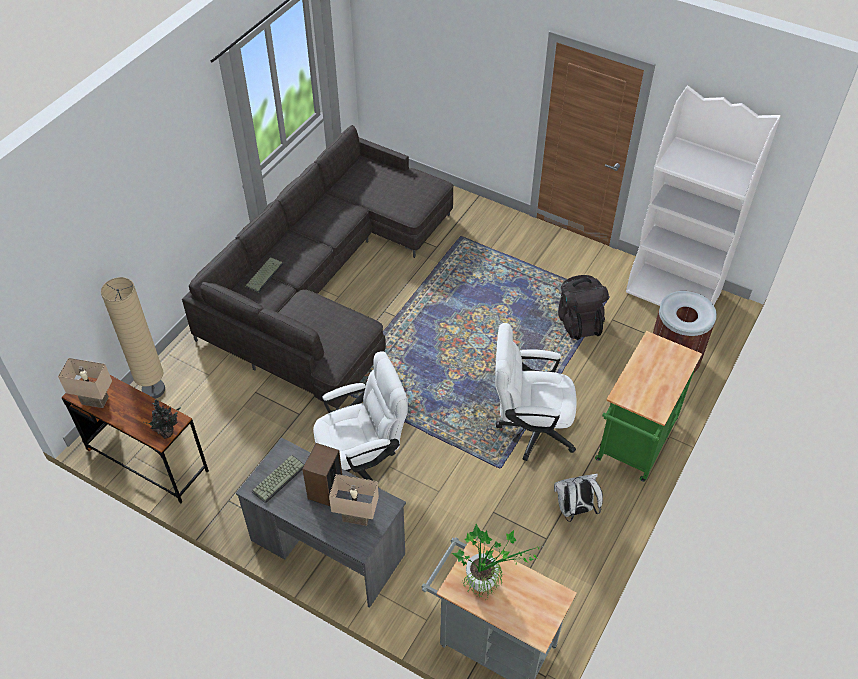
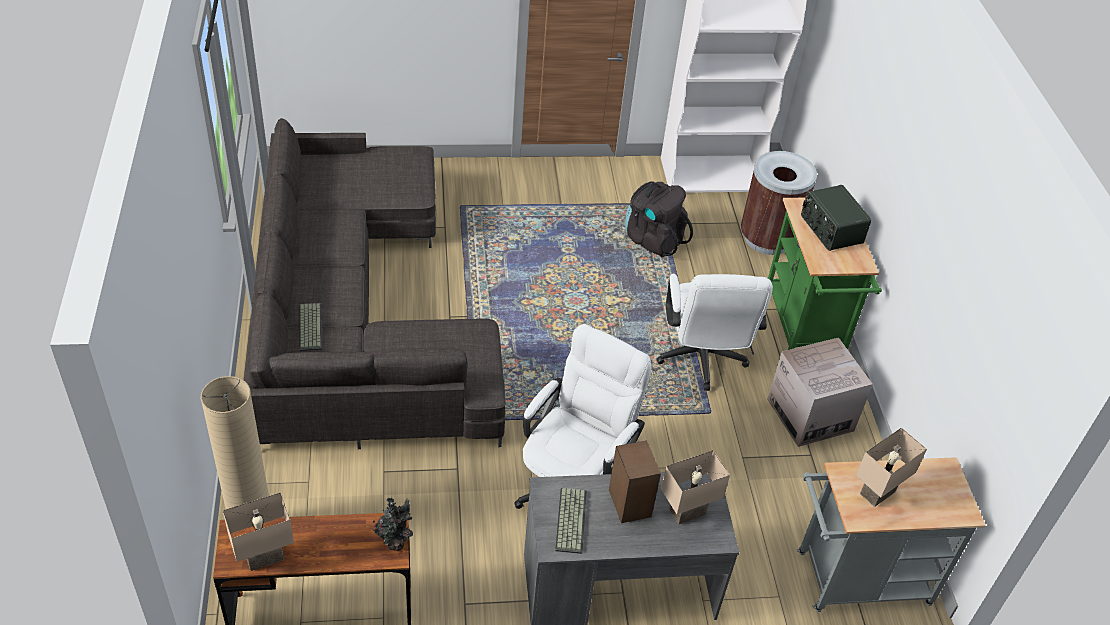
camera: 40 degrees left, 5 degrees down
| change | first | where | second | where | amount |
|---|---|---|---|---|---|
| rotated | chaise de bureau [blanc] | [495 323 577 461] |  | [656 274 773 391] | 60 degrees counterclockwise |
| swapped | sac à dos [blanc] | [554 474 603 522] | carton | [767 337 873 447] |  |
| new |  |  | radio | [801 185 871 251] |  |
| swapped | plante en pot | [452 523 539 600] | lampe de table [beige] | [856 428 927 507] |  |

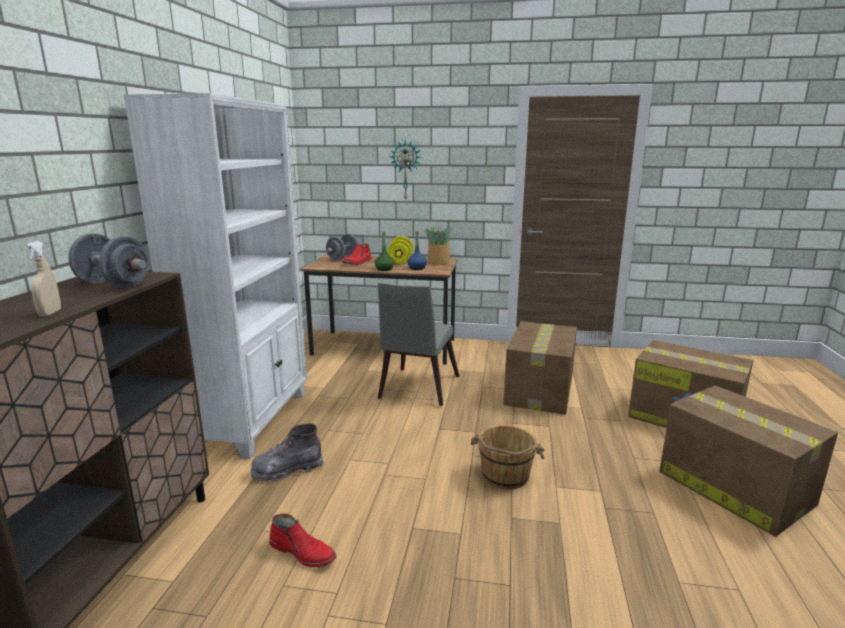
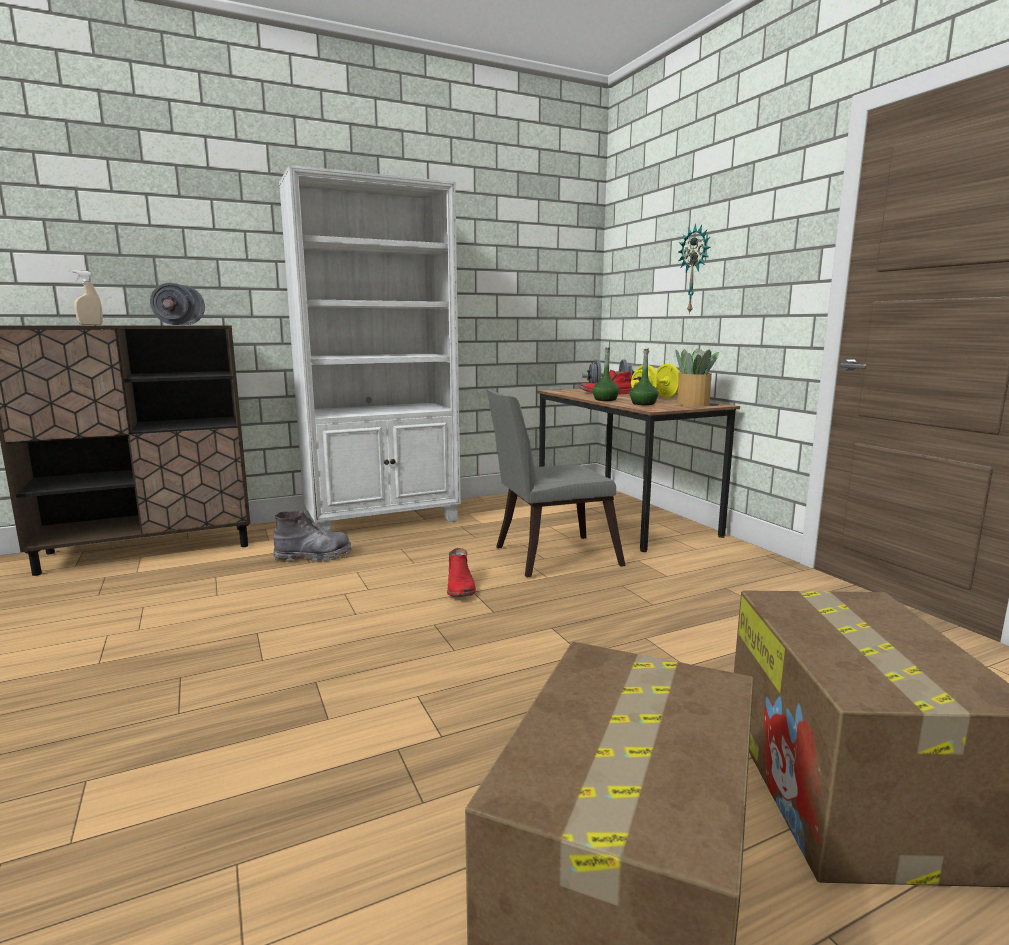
camera: 55 degrees right, 5 degrees down
| change | first | where | second | where | amount |
|---|---|---|---|---|---|
| rotated | botte [gris] | [251 423 324 482] |  | [273 511 352 562] | 135 degrees clockwise |
| shifted | botte [rouge] | [269 513 336 567] |  | [447 548 476 597] |  |
| repainted | bouteille [bleu] | [408 231 427 270] | bouteille [vert] | [630 349 659 405] |  |
| gone | seau [marron] | [470 425 545 489] |  |  |  |
| gone | carton | [504 321 577 415] |  |  |  |

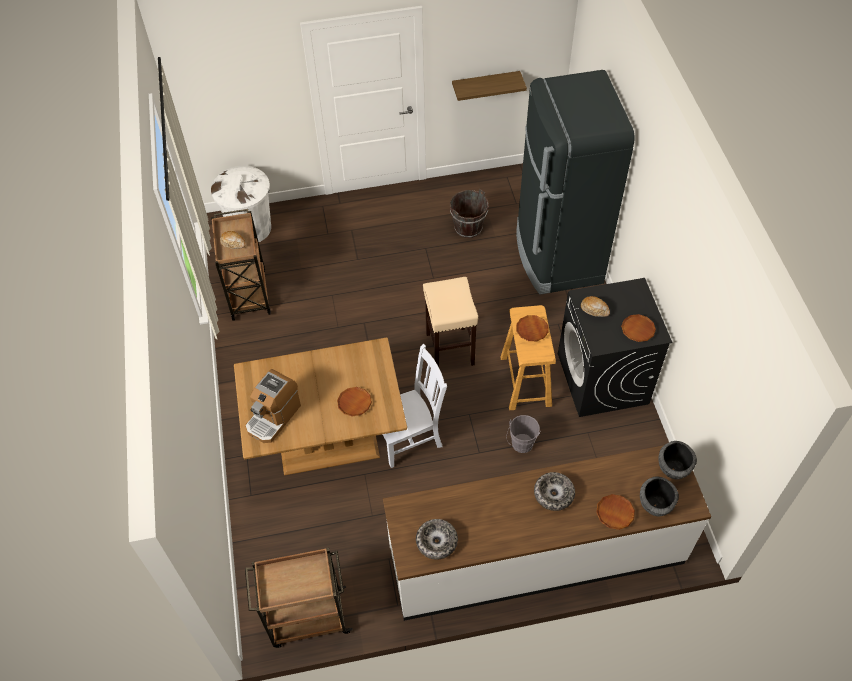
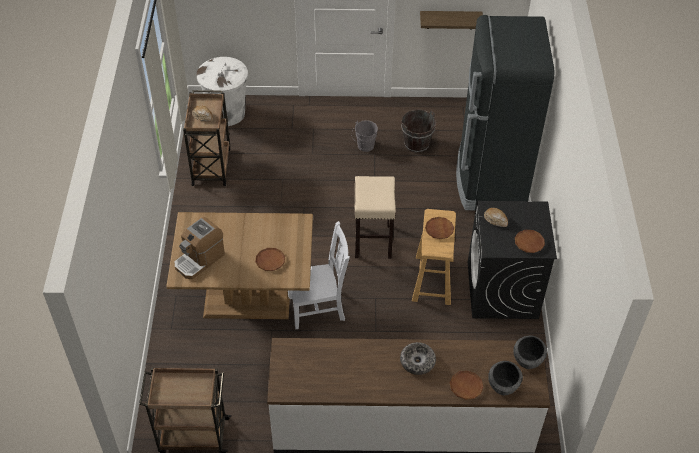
camera: 10 degrees right, 5 degrees down
| change | first | where | second | where | amount |
|---|---|---|---|---|---|
| shifted | seau [gris] | [506 415 541 453] |  | [351 120 378 152] |  |
| gone | bol | [416 519 458 560] |  |  |  |

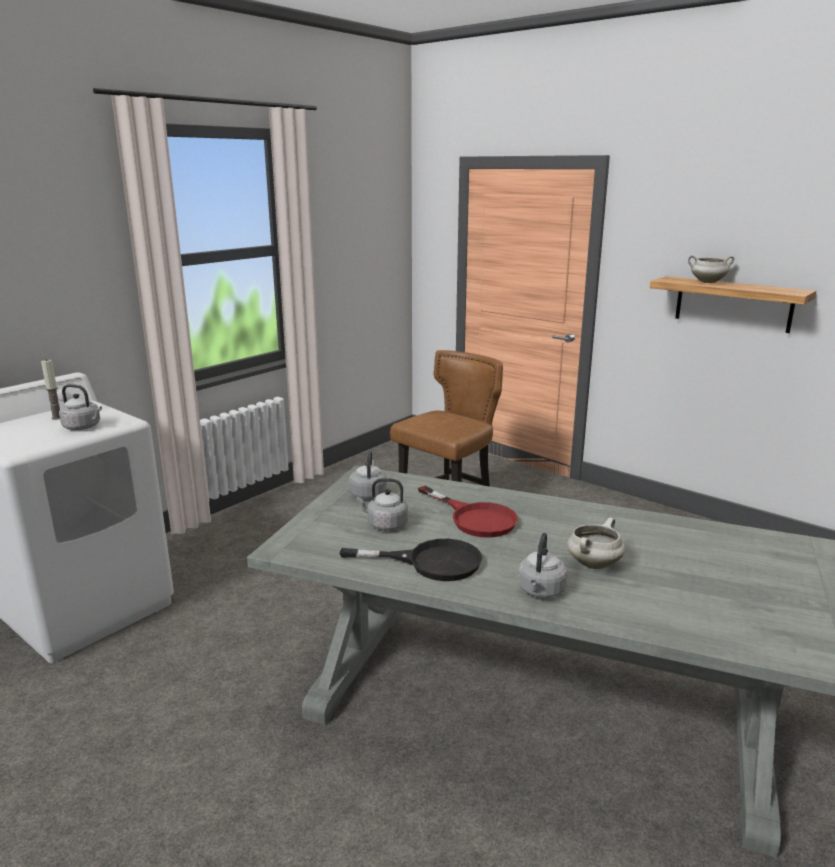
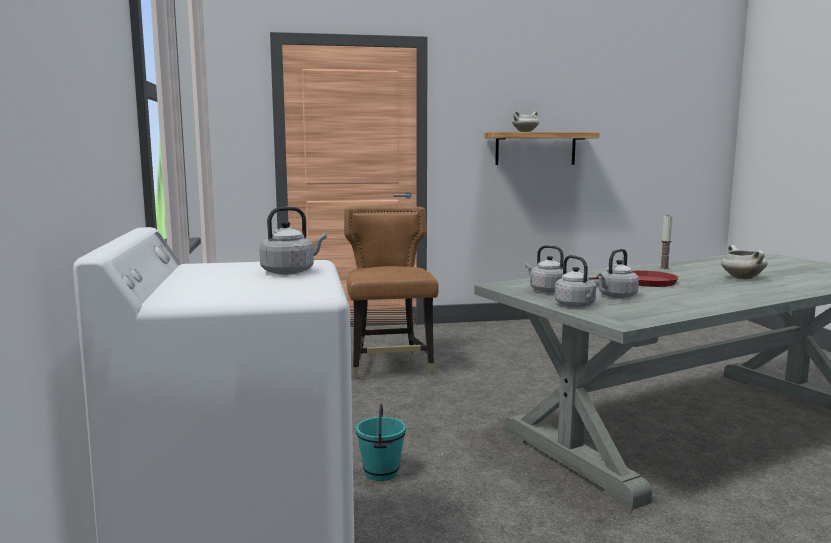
camera: 50 degrees left, 10 degrees down
| change | first | where | second | where | amount |
|---|---|---|---|---|---|
| new |  |  | seau [turquoise] | [356 404 406 481] |  |
| shifted | bouilloire [gris] | [518 533 567 598] |  | [555 255 599 307] |  |
| shifted | bougie | [41 359 60 420] |  | [660 214 673 269] |  |
| gone | poêle [noir] | [340 539 482 581] |  |  |  |

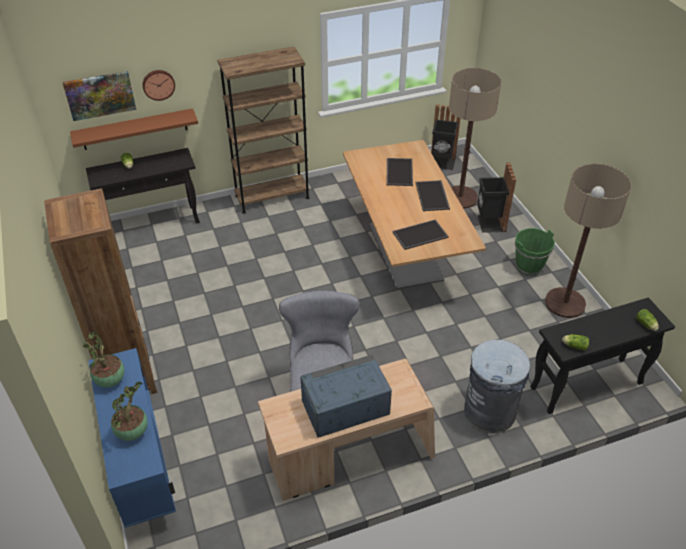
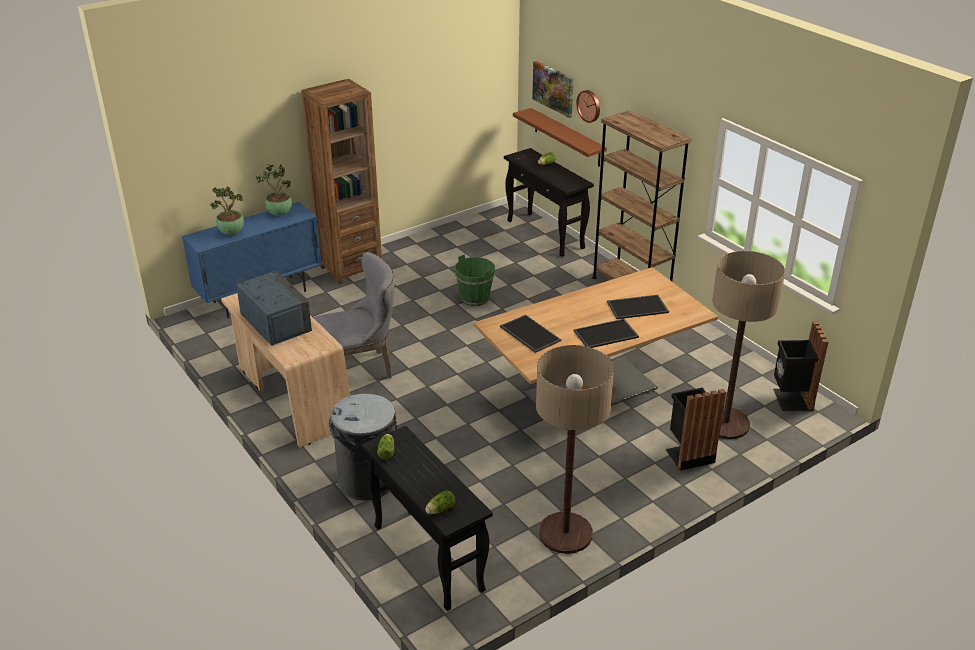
camera: 75 degrees right, 10 degrees down
| change | first | where | second | where | amount |
|---|---|---|---|---|---|
| shifted | seau [vert] | [515 228 555 275] |  | [454 255 495 306] |  |

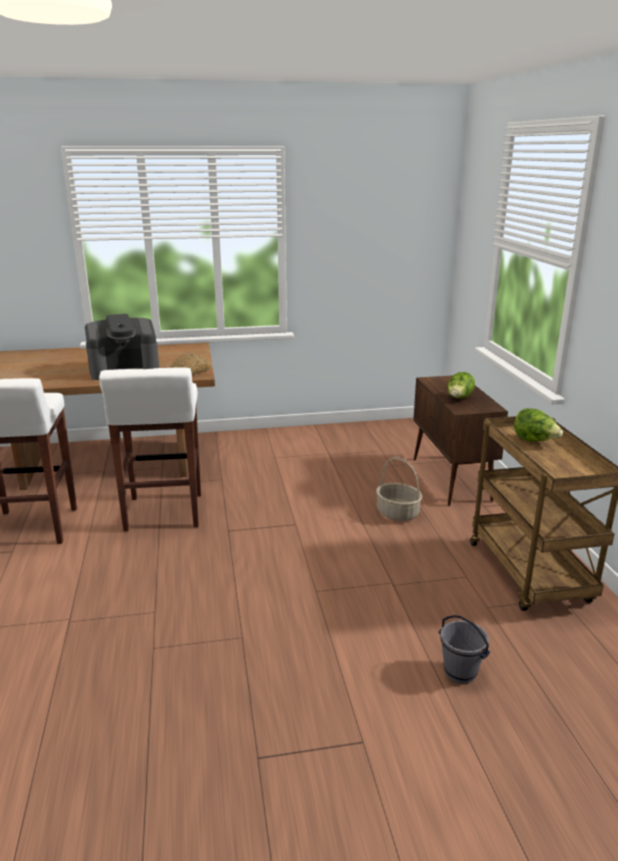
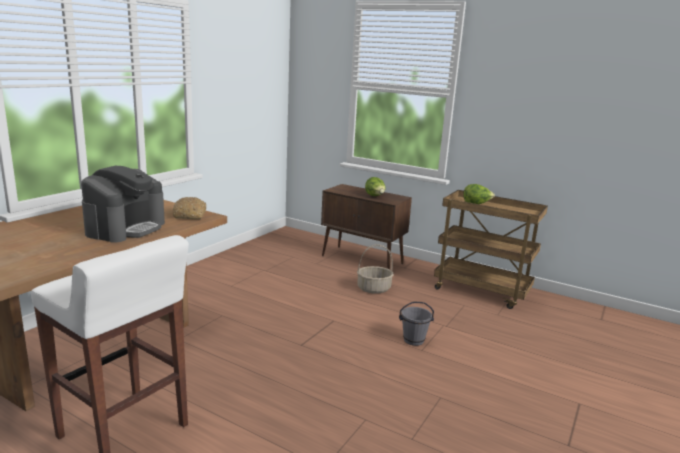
camera: 50 degrees left, 5 degrees down
| change | first | where | second | where | amount |
|---|---|---|---|---|---|
| shifted | seau [gris] | [439 615 490 684] |  | [399 302 434 346] |  |
| gone | tabouret [blanc] | [99 368 201 531] |  |  |  |

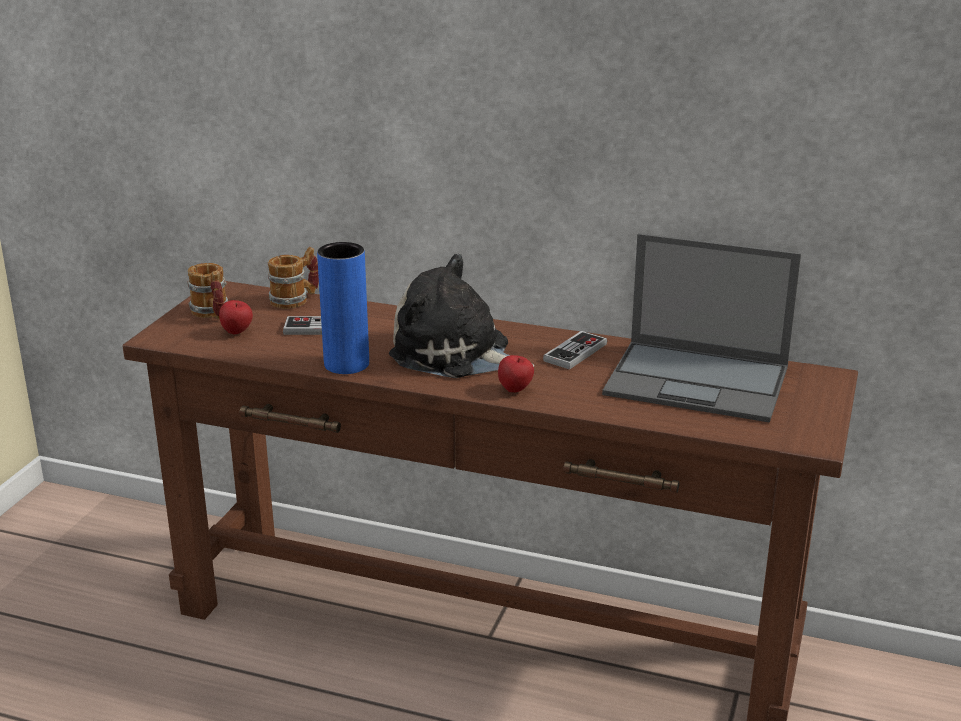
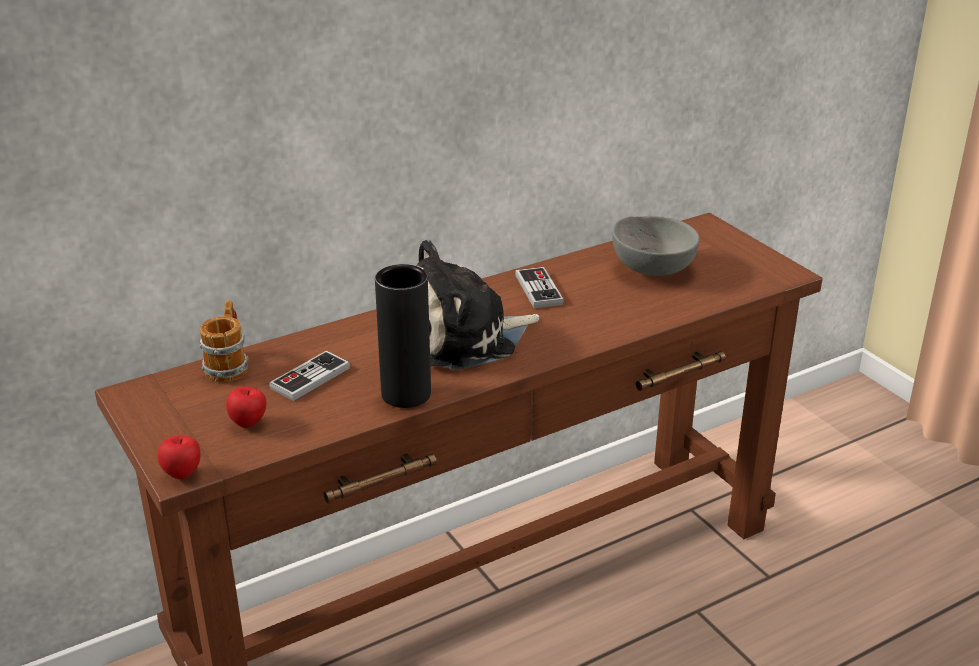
camera: 50 degrees left, 5 degrees up
| change | first | where | second | where | amount |
|---|---|---|---|---|---|
| shifted | pomme | [498 355 534 393] |  | [158 435 200 479] |  |
| repainted | vase [bleu] | [317 242 369 374] | vase [noir] | [375 264 431 408] |  |
| swapped | ordinateur portable | [602 233 801 423] | bol [gris] | [612 216 700 276] |  |
| gone | mug | [187 263 228 319] |  |  |  |

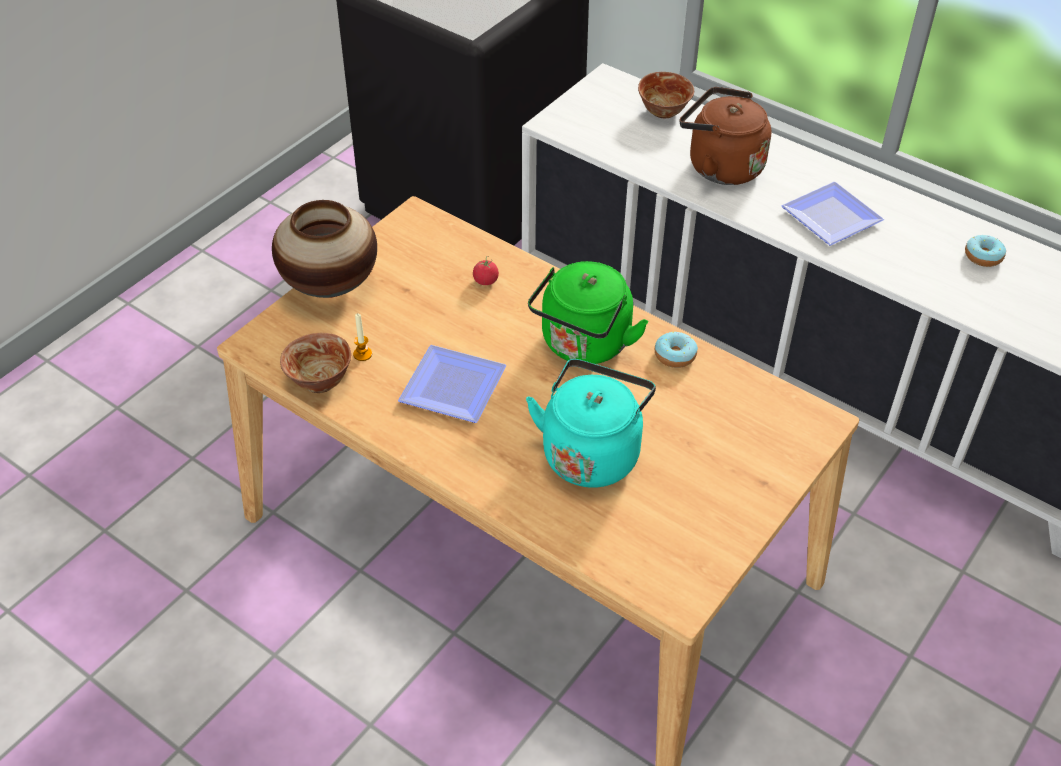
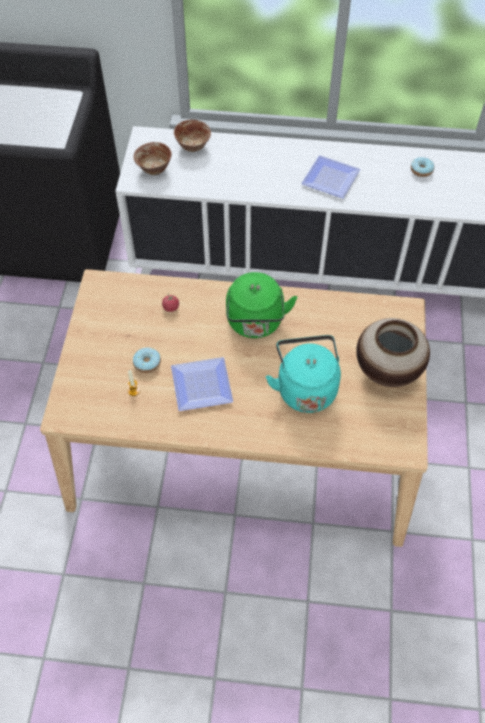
camera: 30 degrees left, 10 degrees up
| change | first | where | second | where | amount |
|---|---|---|---|---|---|
| shifted | bol | [280 333 351 393] |  | [133 142 172 175] |  |
| shifted | beignet | [655 332 698 368] |  | [133 348 161 373] |  |
| shifted | vase | [272 200 377 298] |  | [356 318 430 387] |  |
| gone | bouilloire [marron] | [680 87 771 185] |  |  |  |

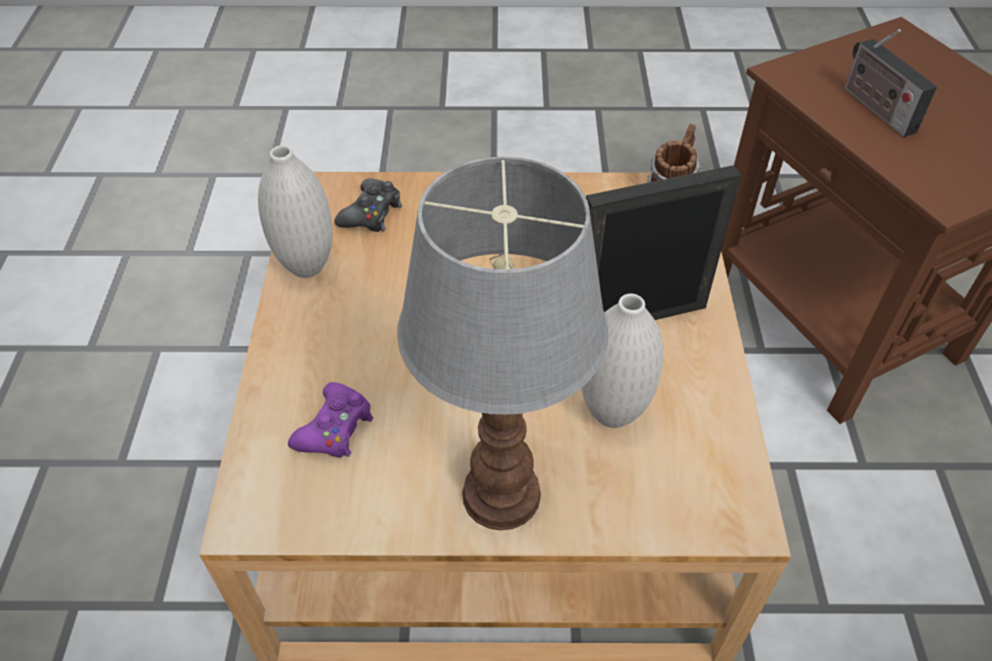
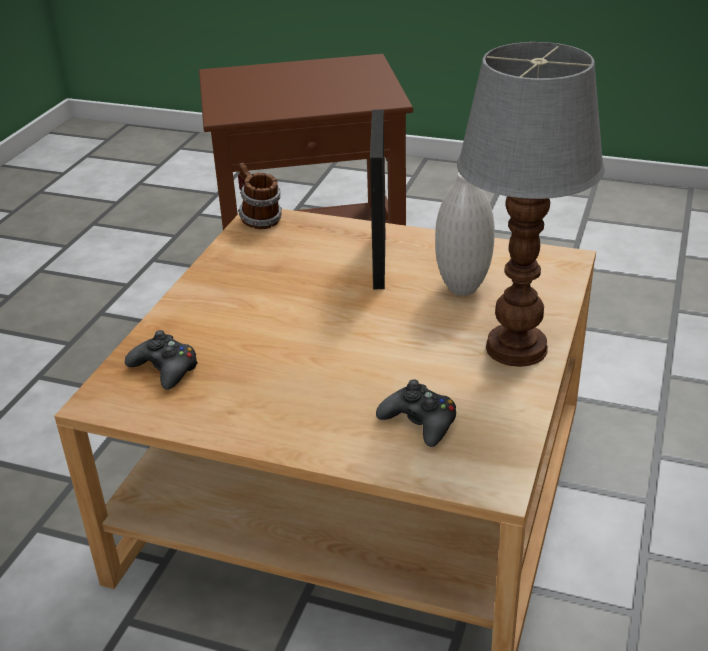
camera: 70 degrees left, 15 degrees down
| change | first | where | second | where | amount |
|---|---|---|---|---|---|
| repainted | manette [violet] | [288 382 373 457] | manette [noir] | [376 379 456 447] |  |
| gone | vase [blanc] | [258 145 333 278] |  |  |  |
| gone | radio | [845 29 937 137] |  |  |  |

